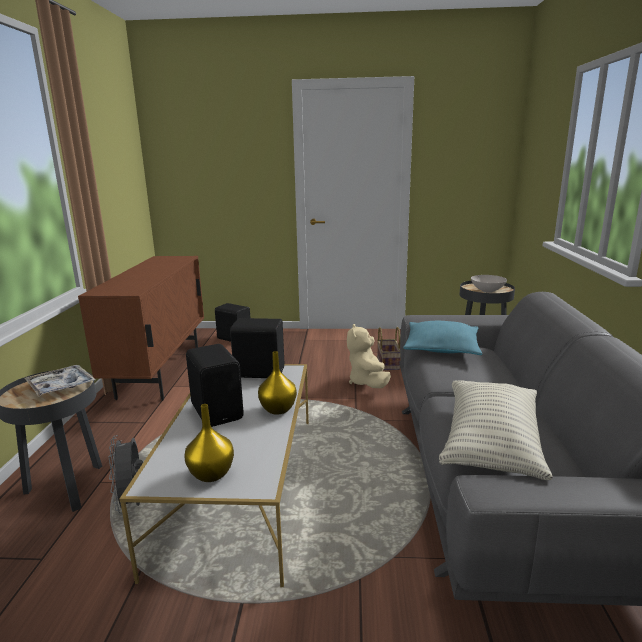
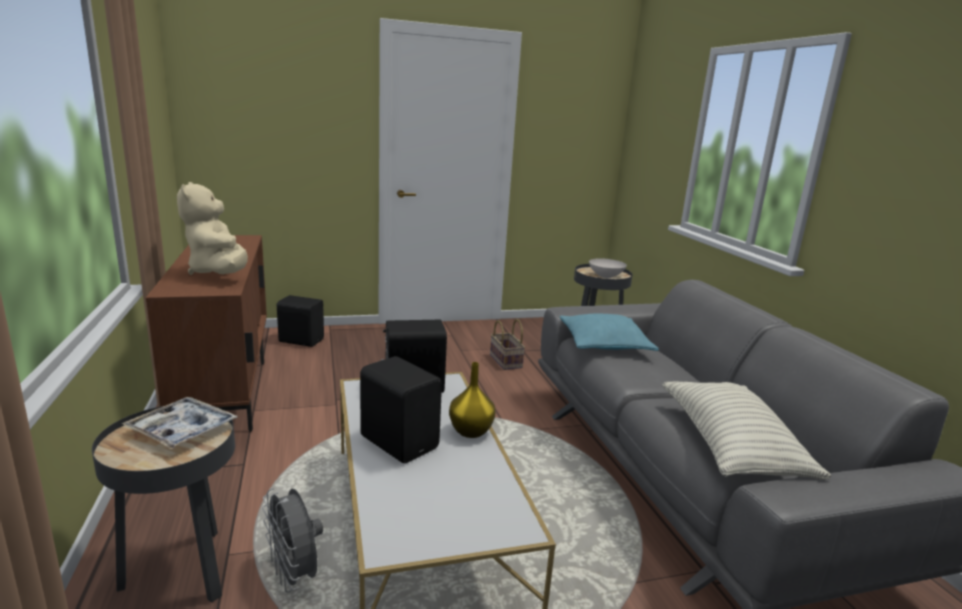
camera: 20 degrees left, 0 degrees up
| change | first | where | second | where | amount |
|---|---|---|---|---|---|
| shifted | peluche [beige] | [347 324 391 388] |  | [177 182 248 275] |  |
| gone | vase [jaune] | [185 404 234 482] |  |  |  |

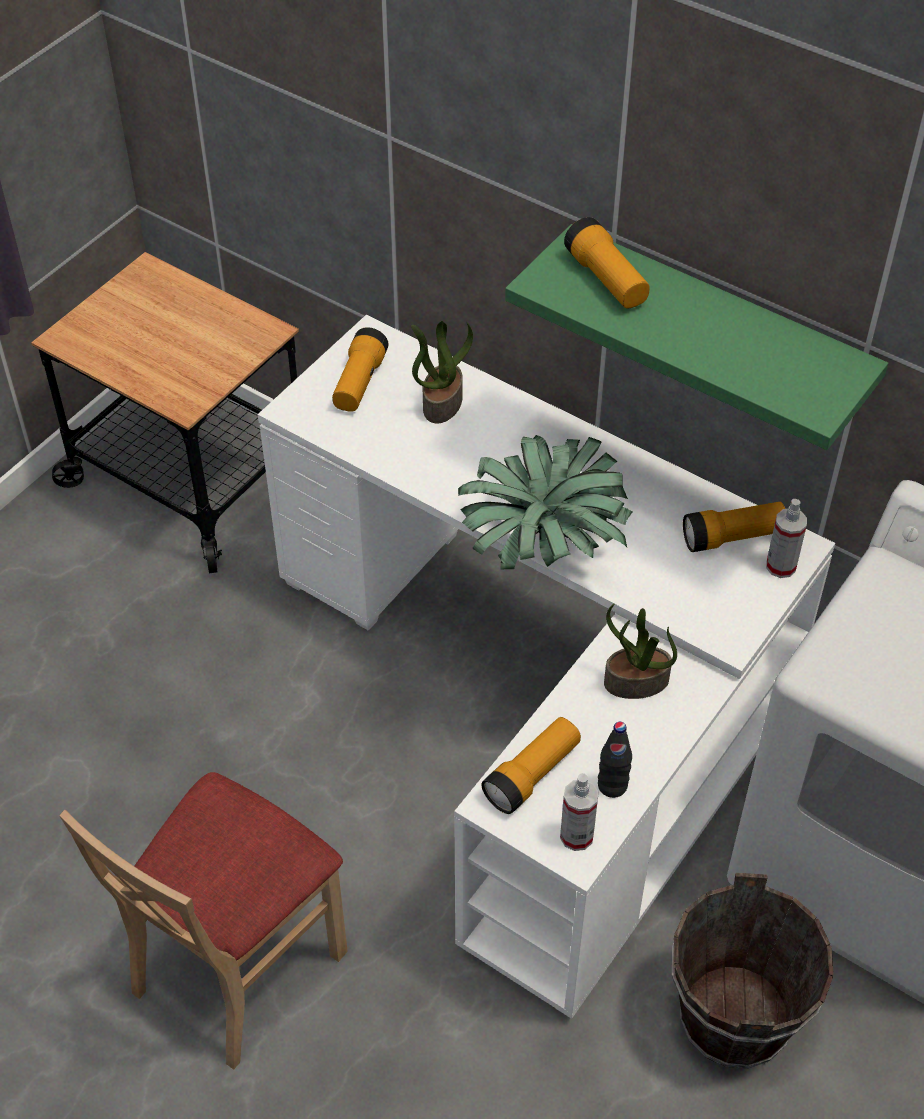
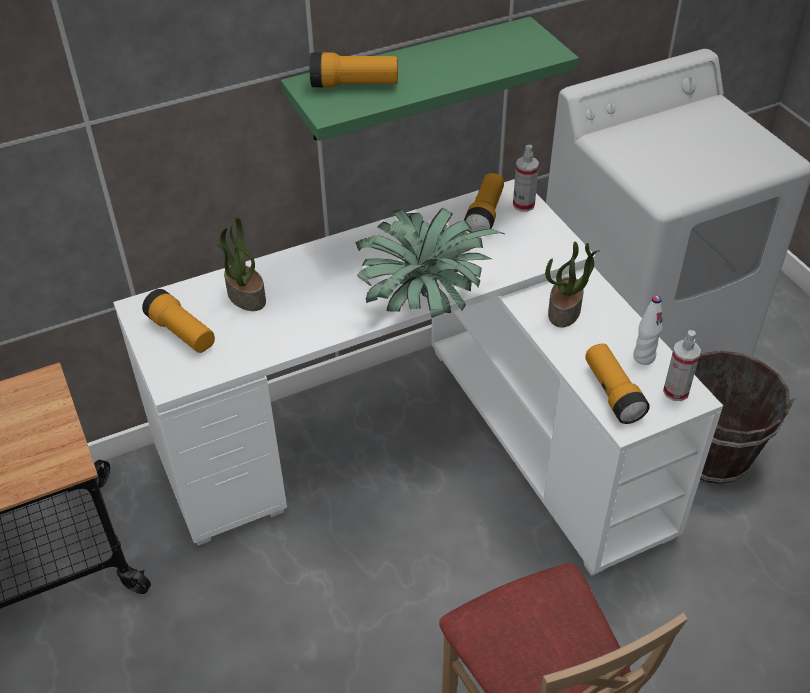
camera: 60 degrees left, 5 degrees down
| change | first | where | second | where | amount |
|---|---|---|---|---|---|
| repainted | bouteille [noir] | [598 722 632 798] | bouteille [blanc] | [633 296 663 365] |  |

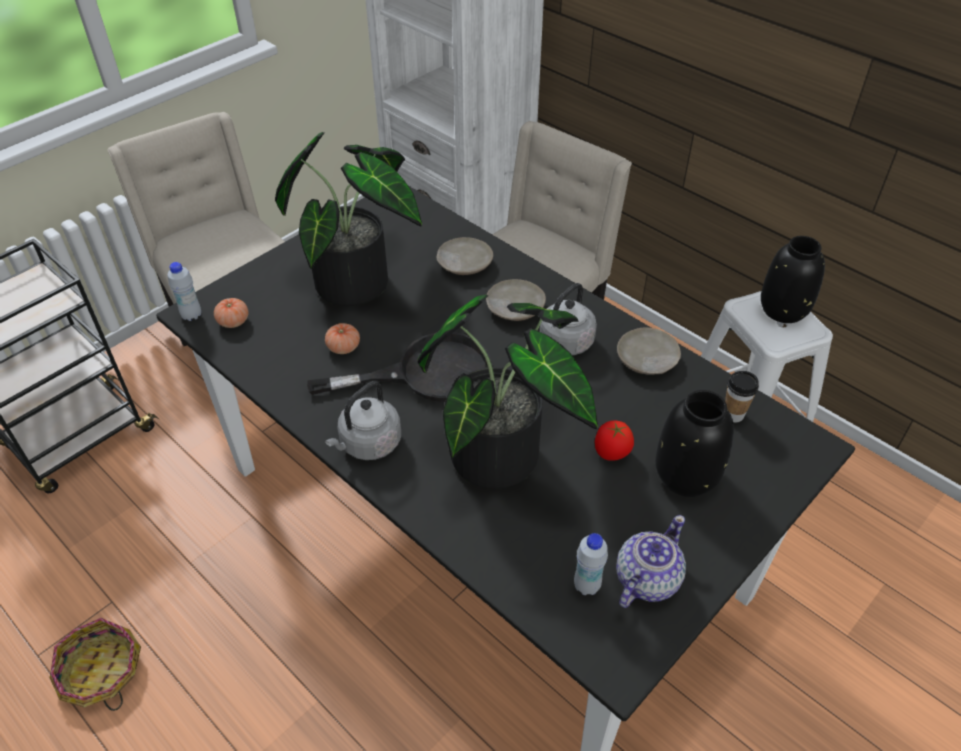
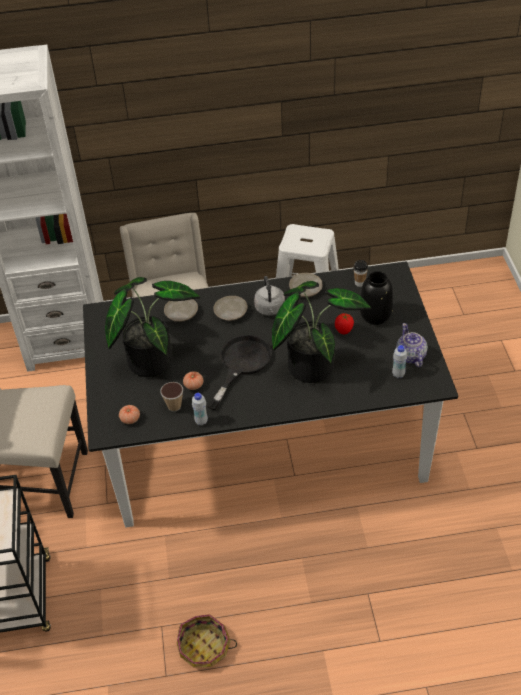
camera: 50 degrees left, 0 degrees up
| change | first | where | second | where | amount |
|---|---|---|---|---|---|
| new |  |  | tasse | [160 382 183 412] |  |
| shifted | bouteille [blanc] | [167 262 201 321] |  | [192 393 208 426] |  |
| gone | bouilloire [gris] | [325 381 401 460] |  |  |  |
| gone | vase [noir] | [761 236 825 323] |  |  |  |

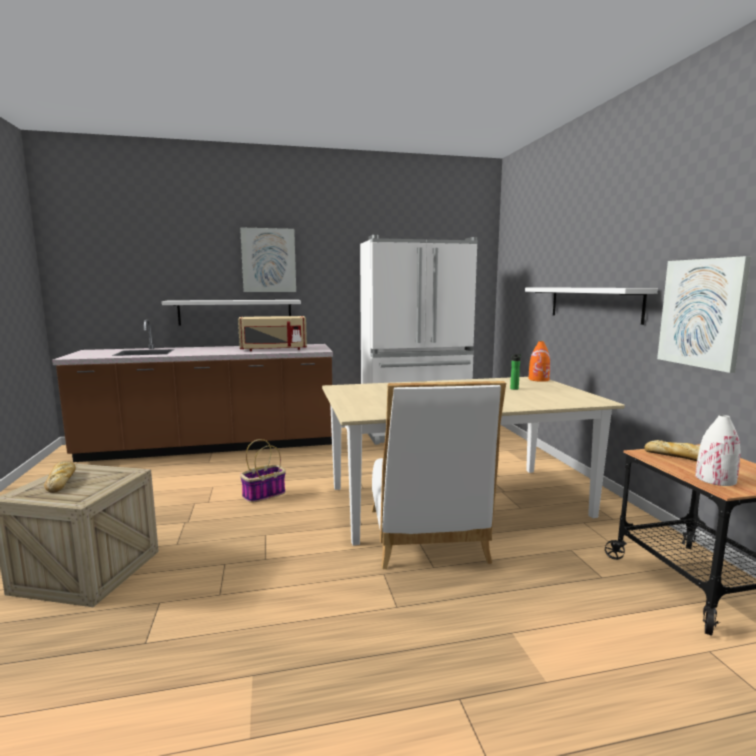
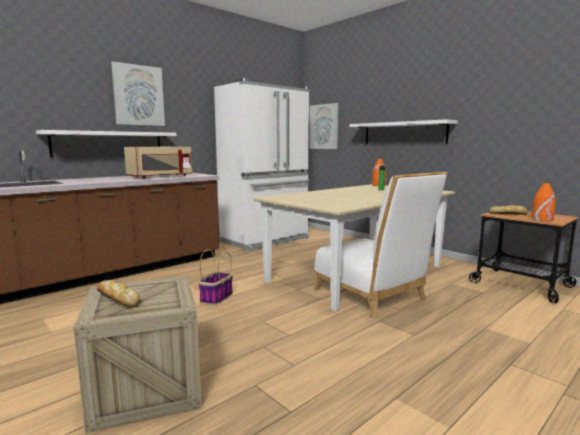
camera: 30 degrees left, 0 degrees up
| change | first | where | second | where | amount |
|---|---|---|---|---|---|
| shifted | tableau | [657 256 751 373] |  | [309 103 339 149] |  |
| repainted | vase [blanc] | [695 415 741 486] | vase [orange] | [531 183 555 221] |  |

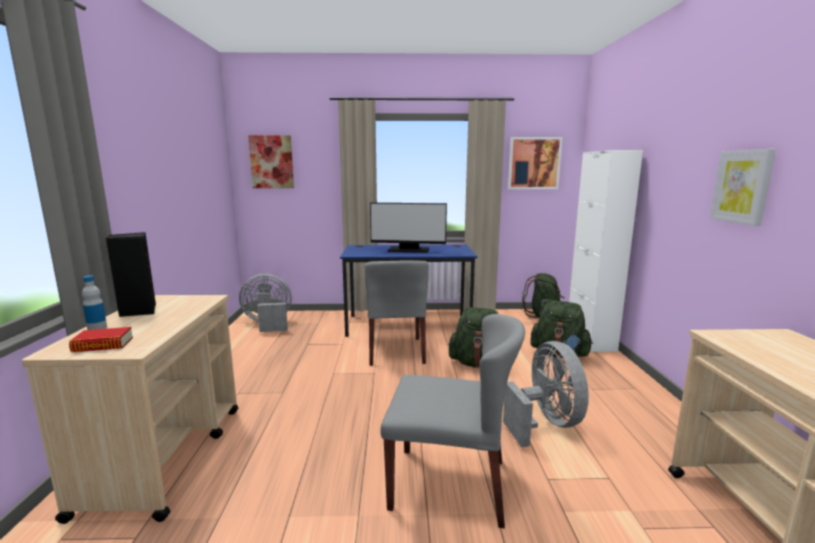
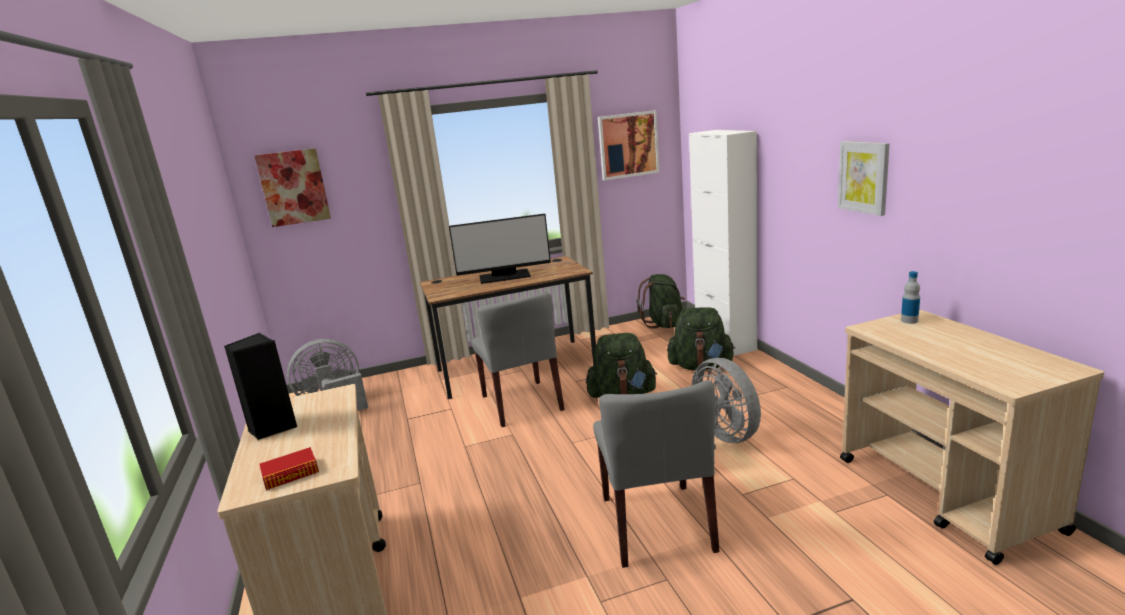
camera: 15 degrees left, 5 degrees up
| change | first | where | second | where | amount |
|---|---|---|---|---|---|
| repainted | bureau [bleu] | [340 245 477 337] | bureau [marron] | [420 256 596 399] |  |
| rotated | chaise [gris] | [380 314 525 528] |  | [593 380 720 568] | 90 degrees clockwise |
| shifted | bouteille | [82 275 107 330] |  | [901 271 920 324] |  |

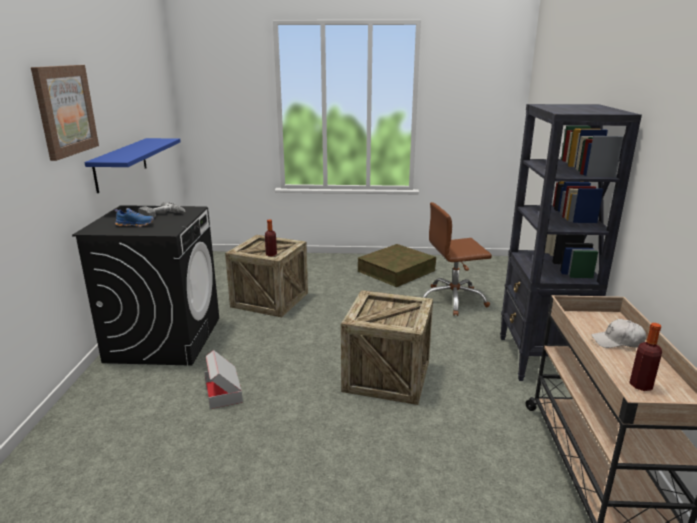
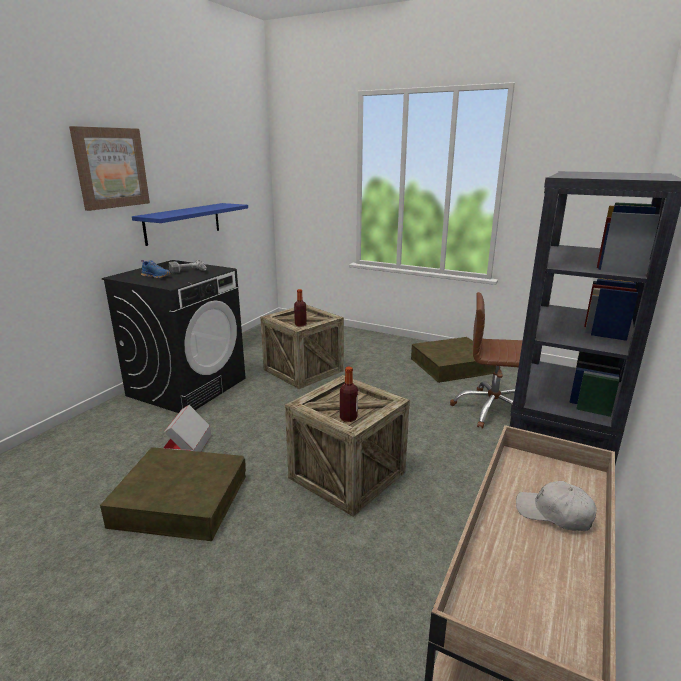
camera: 25 degrees right, 0 degrees up
| change | first | where | second | where | amount |
|---|---|---|---|---|---|
| new |  |  | boîte de rangement [marron] | [100 447 246 541] |  |
| shifted | bouteille | [629 323 662 391] |  | [340 367 358 422] |  |

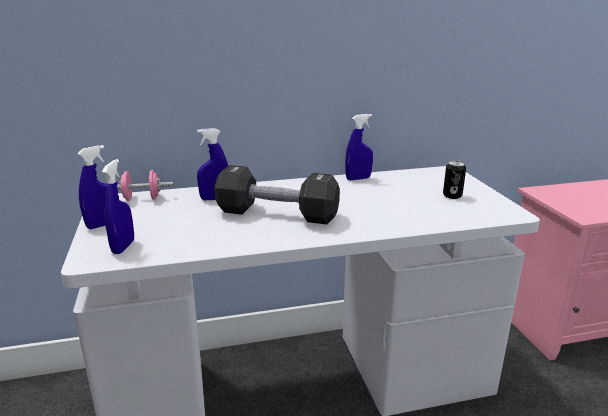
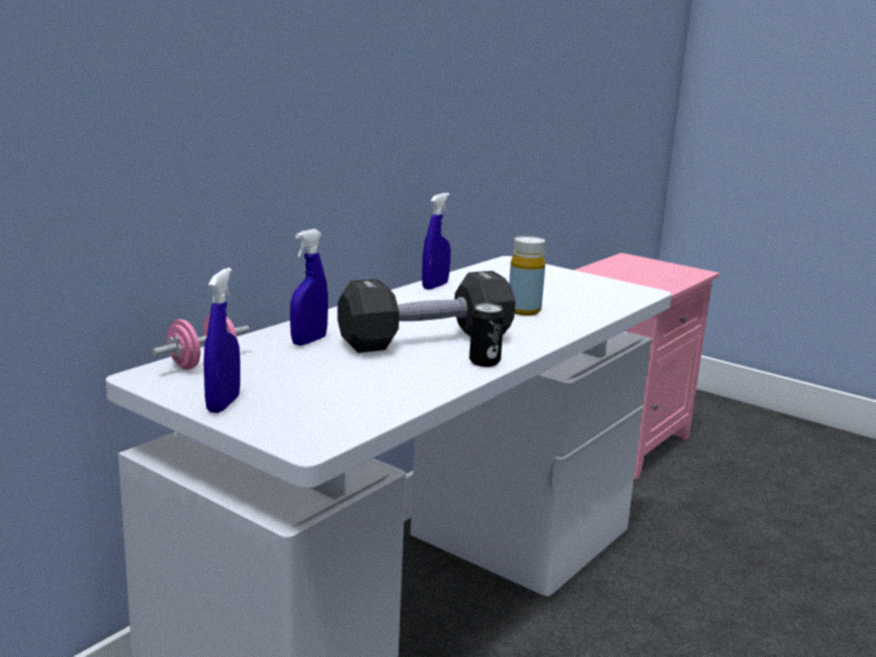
camera: 40 degrees left, 5 degrees down
| change | first | where | second | where | amount |
|---|---|---|---|---|---|
| shifted | boîte métallique | [443 160 466 199] |  | [469 303 504 367] |  |
| new |  |  | bouteille [jaune] | [509 236 545 316] |  |
| gone | vaporisateur [bleu] | [102 159 134 254] |  |  |  |

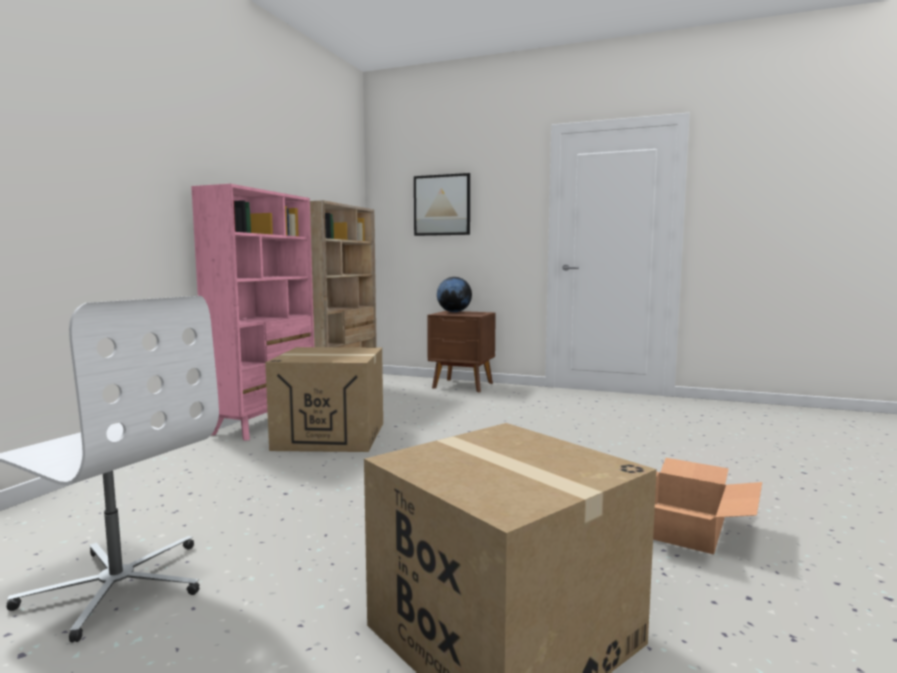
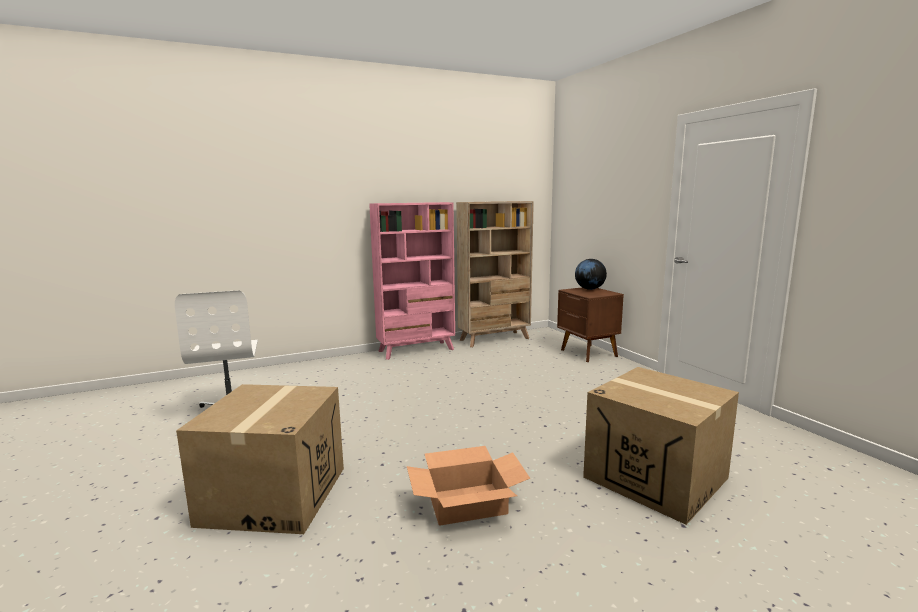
camera: 45 degrees right, 5 degrees up
| change | first | where | second | where | amount |
|---|---|---|---|---|---|
| shifted | carton | [265 347 383 452] |  | [583 367 739 525] |  |
| gone | tableau | [414 173 470 236] |  |  |  |

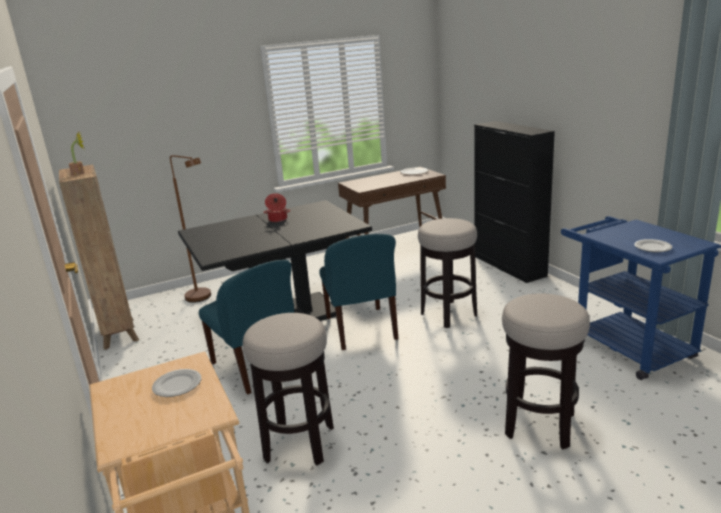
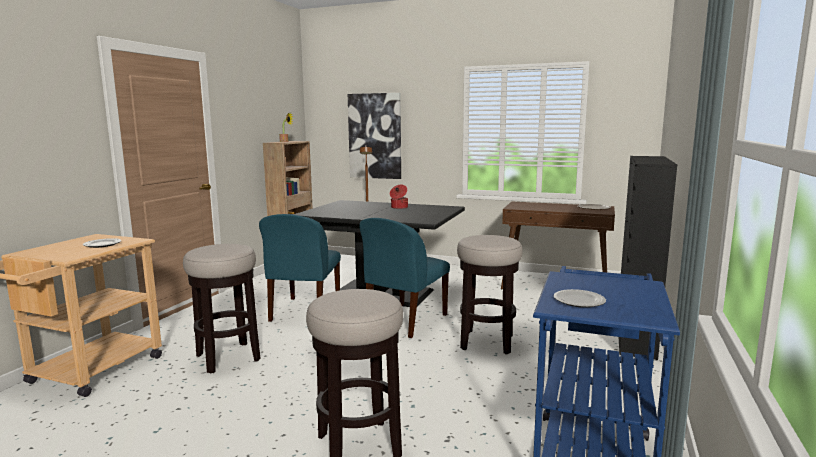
camera: 45 degrees right, 10 degrees down
| change | first | where | second | where | amount |
|---|---|---|---|---|---|
| new |  |  | tableau | [348 93 401 179] |  |

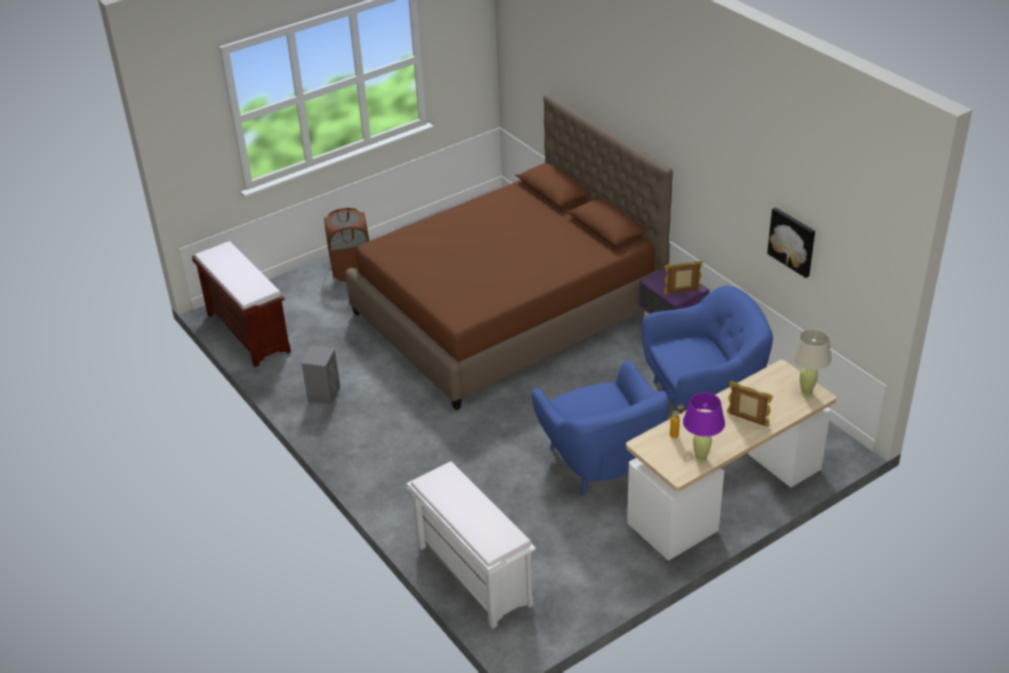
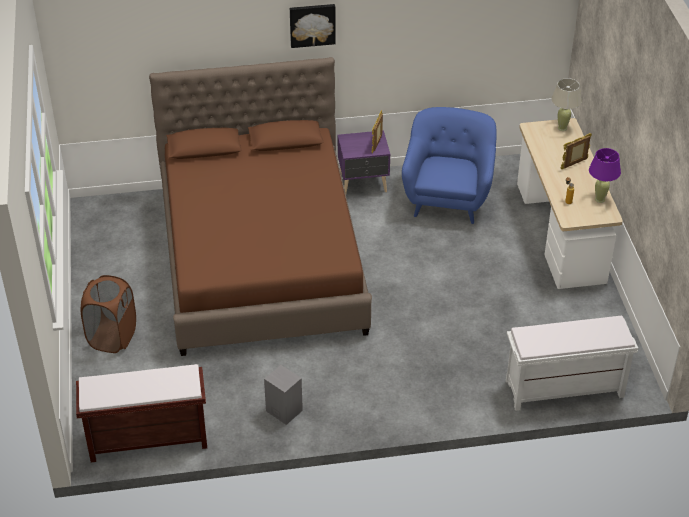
camera: 65 degrees left, 5 degrees up
| change | first | where | second | where | amount |
|---|---|---|---|---|---|
| shifted | tableau | [767 207 815 278] |  | [290 4 336 48] |  |
| gone | fauteuil [bleu] | [532 360 669 495] |  |  |  |

